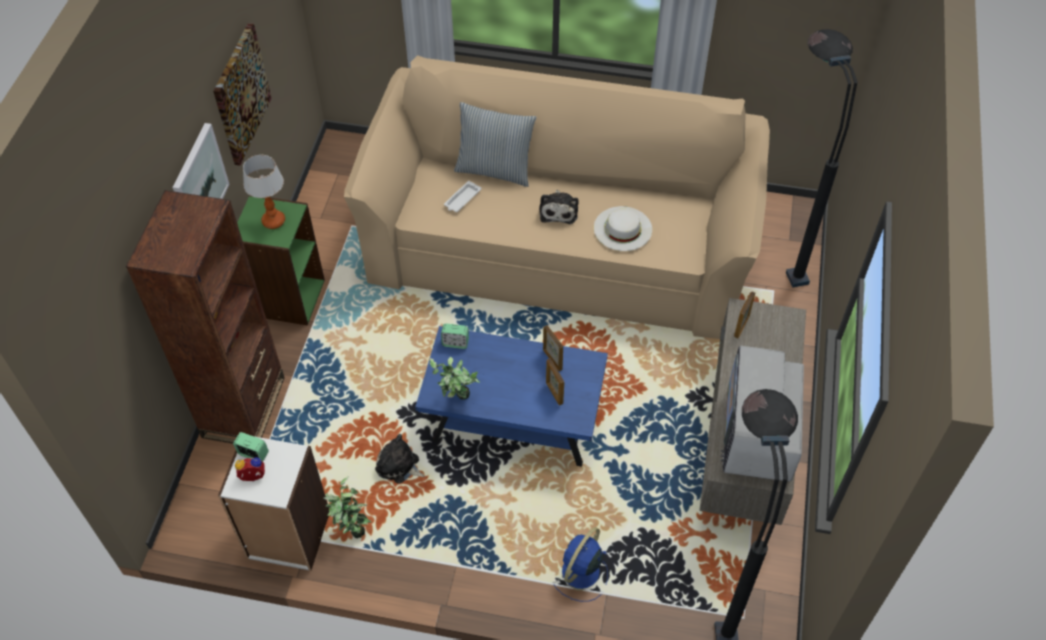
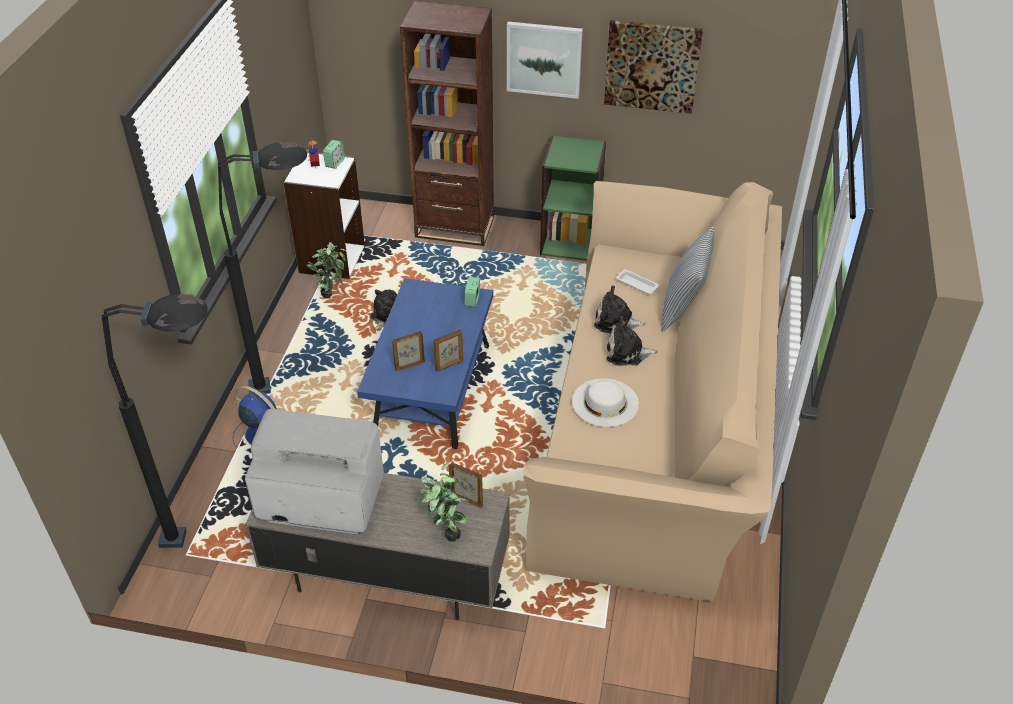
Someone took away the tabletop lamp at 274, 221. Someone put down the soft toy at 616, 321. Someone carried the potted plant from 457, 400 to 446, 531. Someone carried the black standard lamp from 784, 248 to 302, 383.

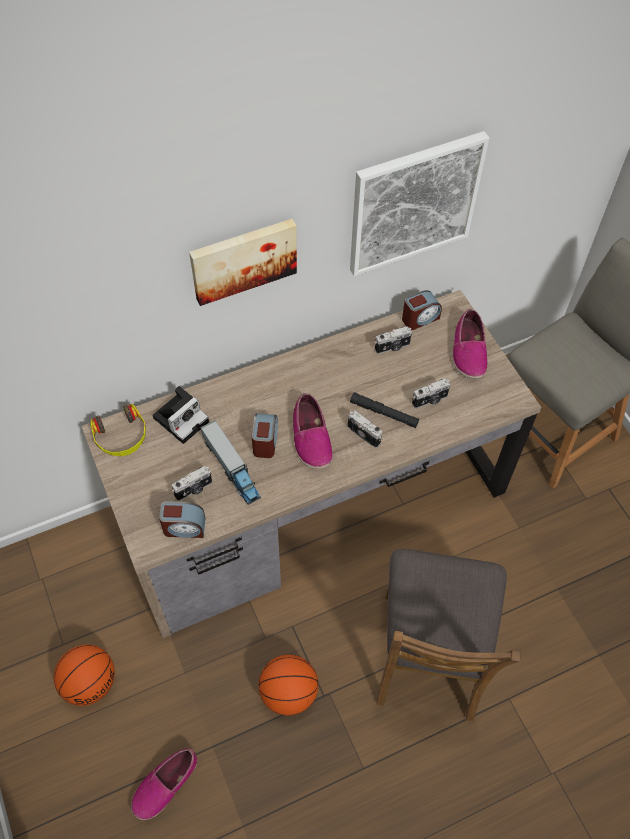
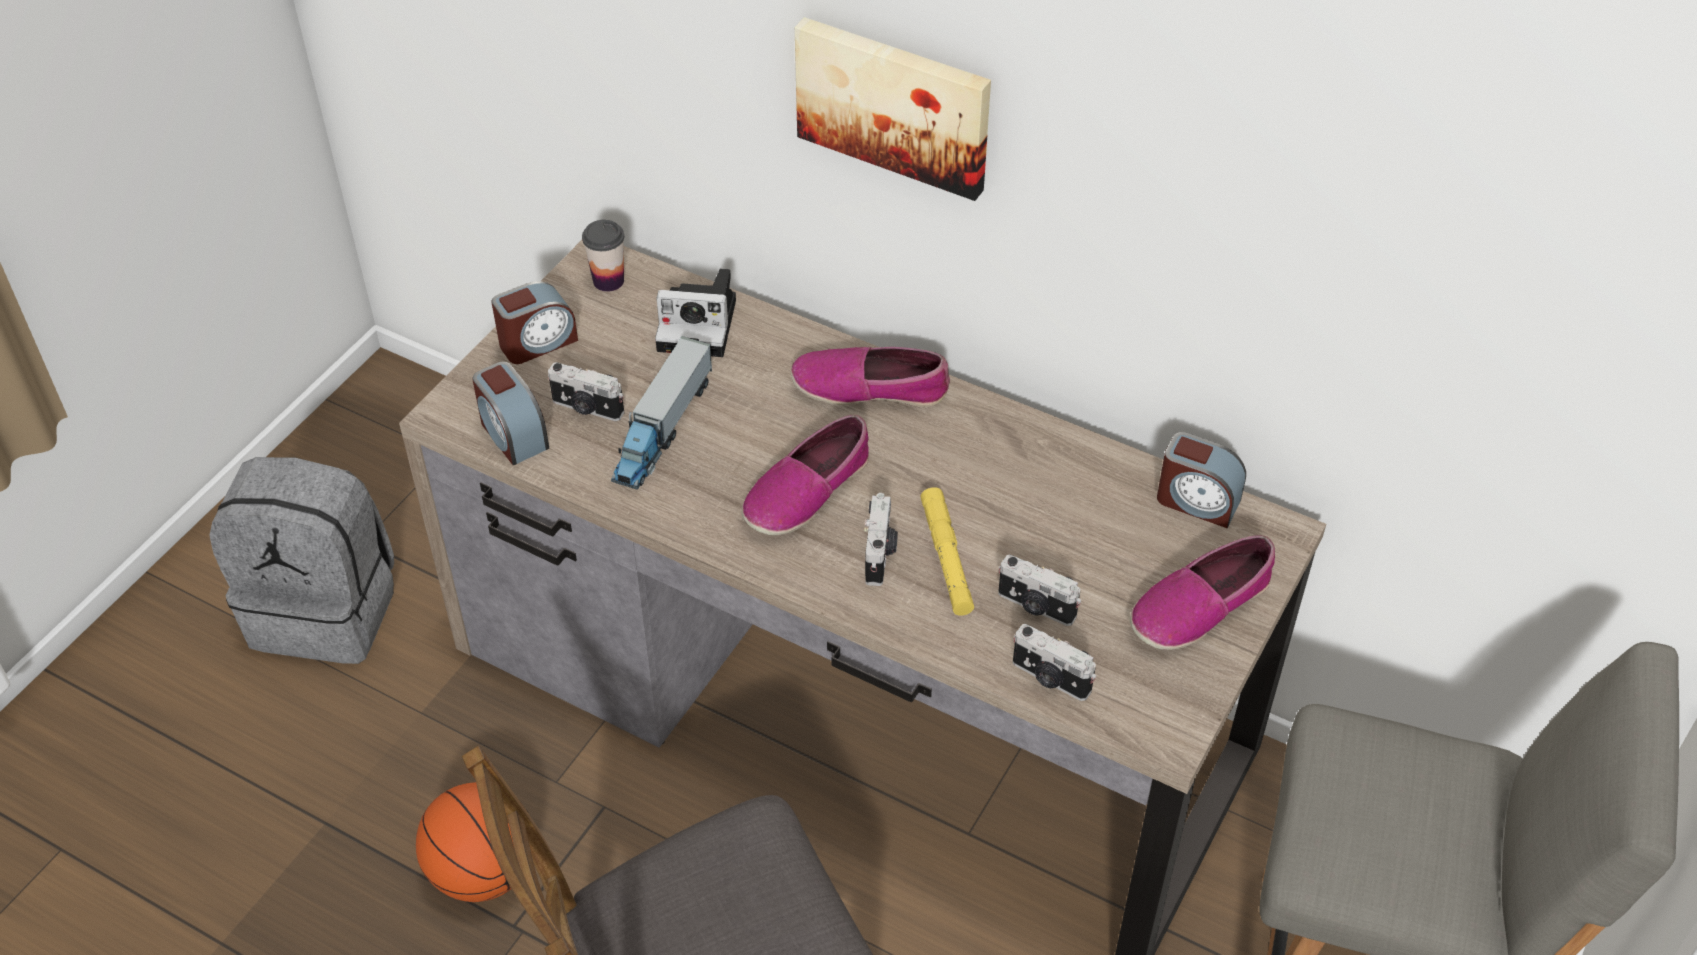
Someone took away the wall art at 413, 203. Someone carried the low shoe from 165, 783 to 870, 388. Someone carried the bedside clock from 265, 441 to 537, 342. Someone carried the still camera from 392, 347 to 1050, 679. Someone swapped the basketball ball at 90, 682 for the gray backpack at 326, 609. Someone swapped the headphones at 121, 436 for the cup at 608, 281. Someone repainted the black hand torch at 384, 413, which became the yellow hand torch at 946, 557.

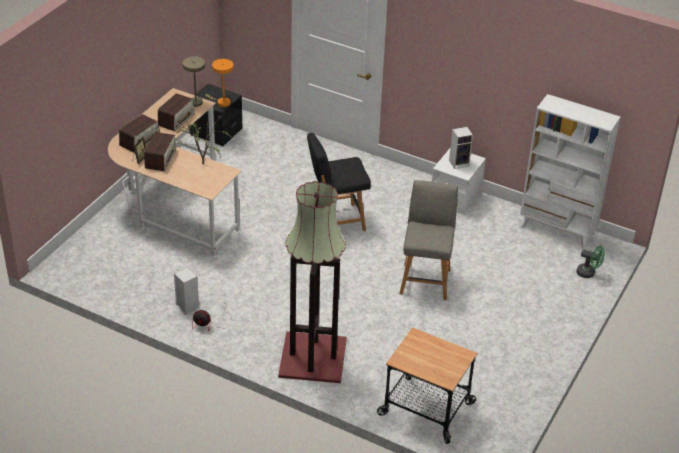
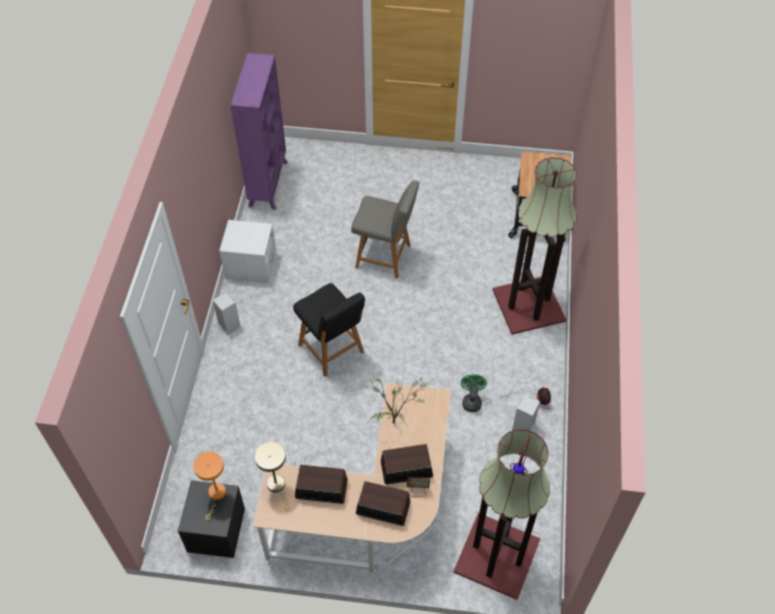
Someone put down the standard lamp at 495, 556. Someone carried the loudspeaker from 459, 163 to 228, 325. Someone carried the green cooling fan from 588, 273 to 471, 400. Someone repainted the white-coloured bookcase at 557, 230, which became the purplish bookcase at 268, 183. Someone rotated the gray upright chair at 425, 280 by 150 degrees counterclockwise.

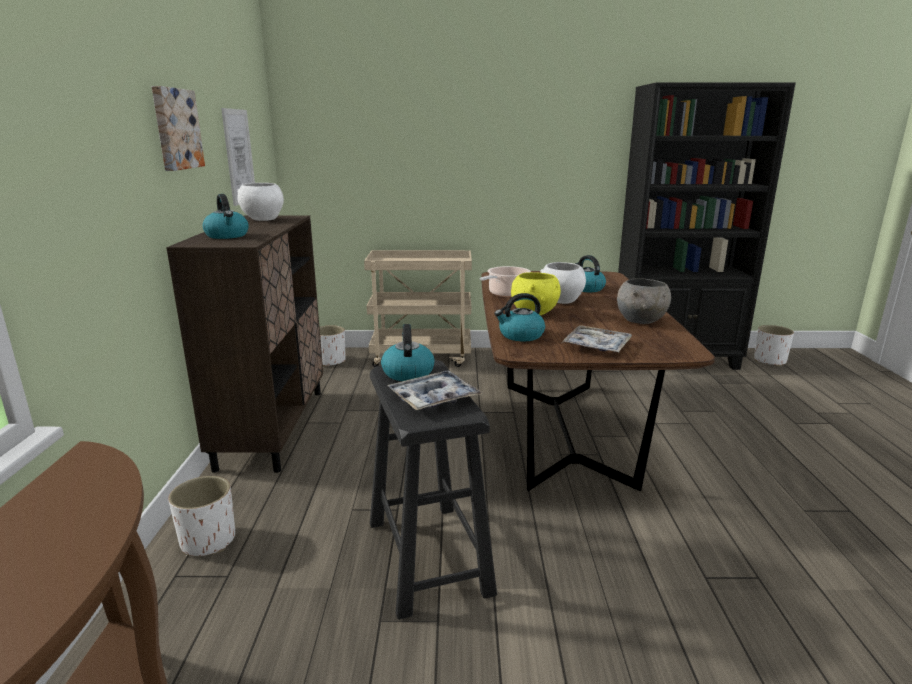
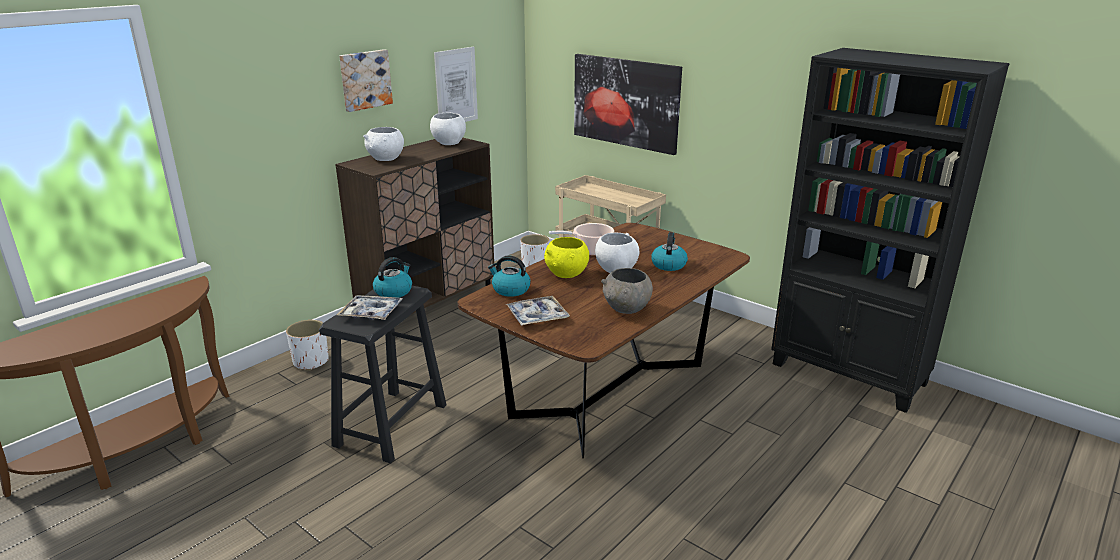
Someone took away the white-coloured flower pot at 770, 361. Someone put up the wall art at 626, 102. Someone swapped the tea kettle at 227, 236 for the white-coloured bowl at 386, 159.

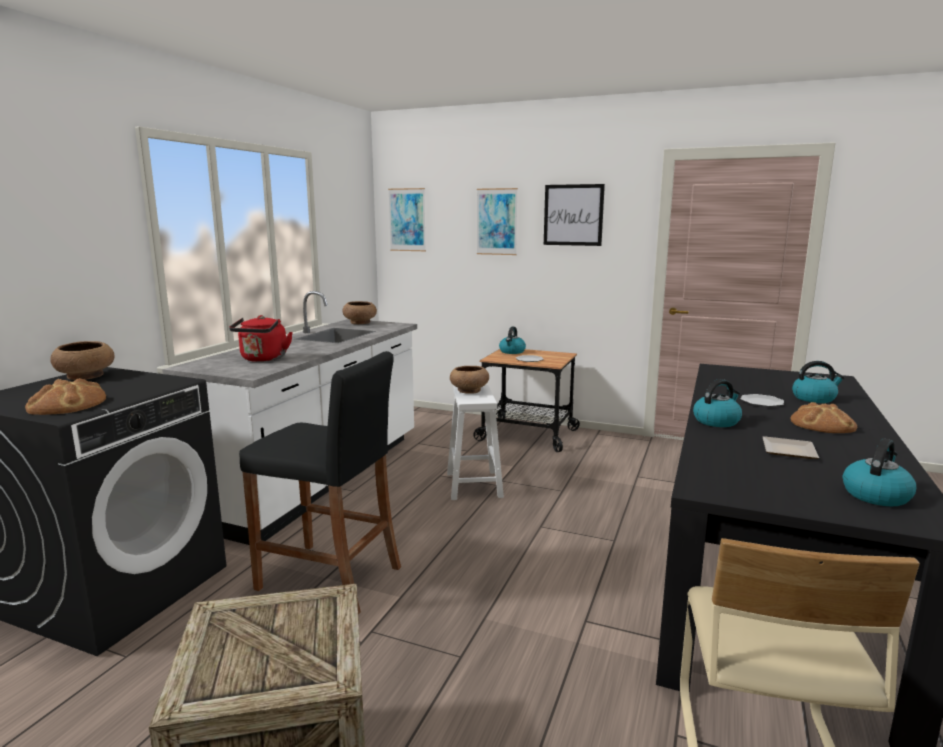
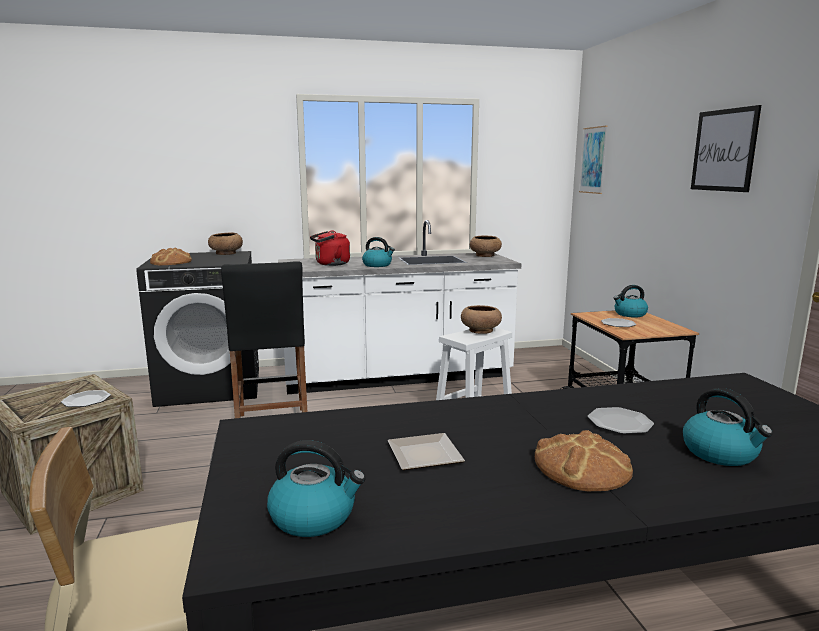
Someone took away the wall art at 496, 221. Someone put down the flat dish at 87, 400. Someone carried the tea kettle from 716, 421 to 377, 265.

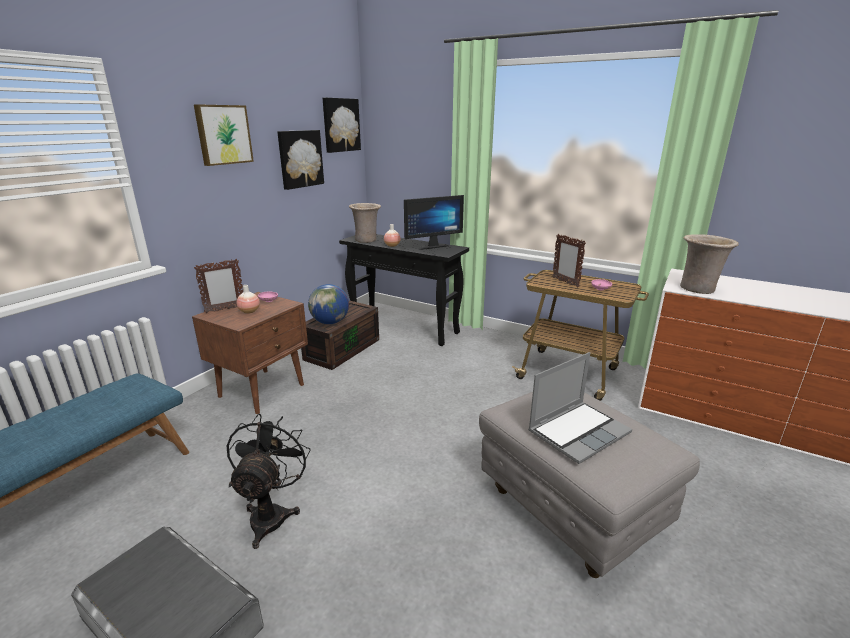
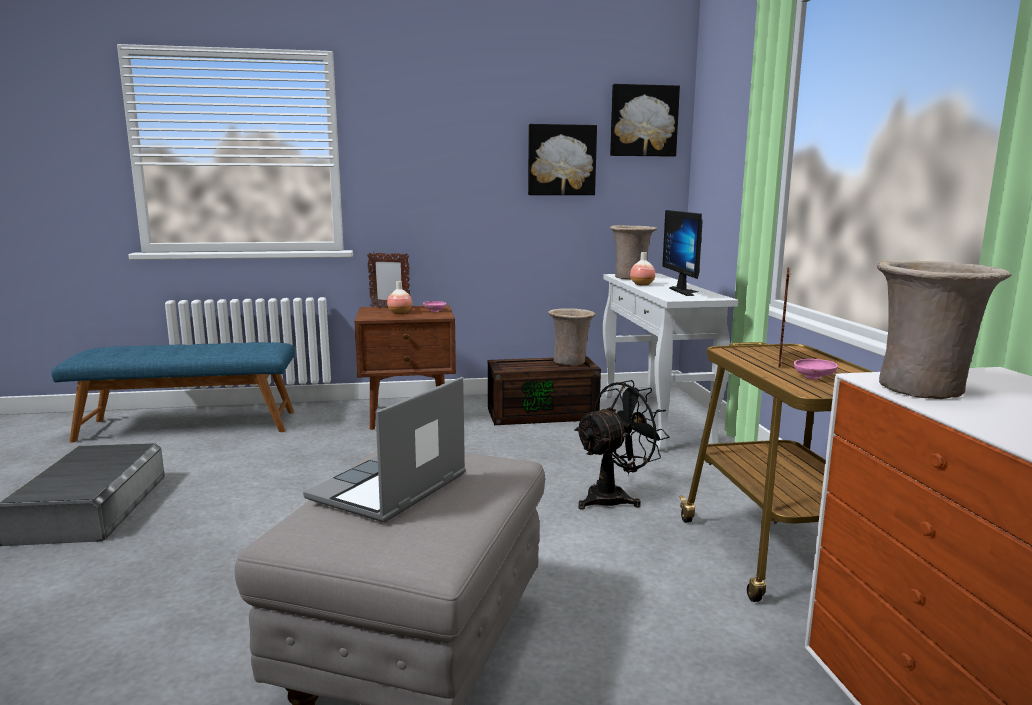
Someone took away the wall art at 223, 134. Someone took away the world globe at 330, 322. Someone put down the sand-coloured vase at 571, 362. Someone carried the black cooling fan from 272, 514 to 614, 497. Someone repainted the black hall table at 405, 327, which became the white-coloured hall table at 656, 420. Someone rotated the computer display at 431, 246 by 60 degrees clockwise. Someone rotated the portable computer at 578, 431 by 105 degrees clockwise.

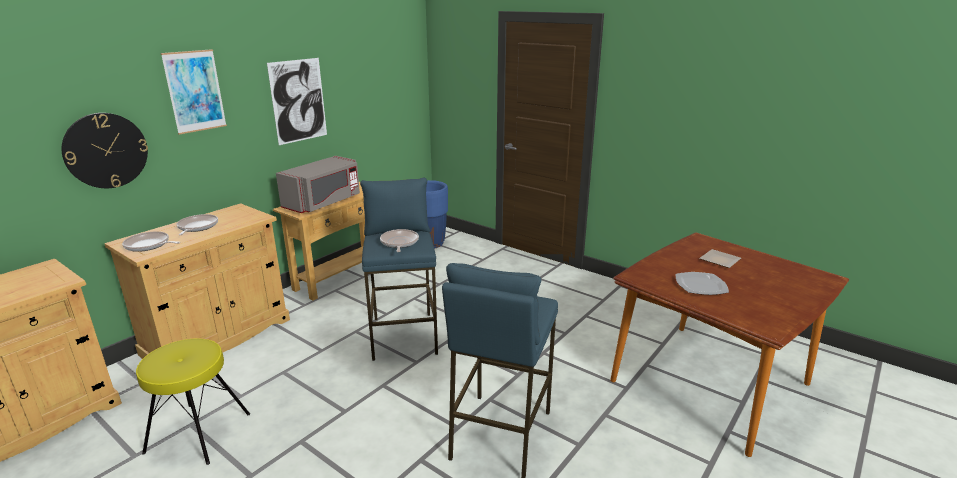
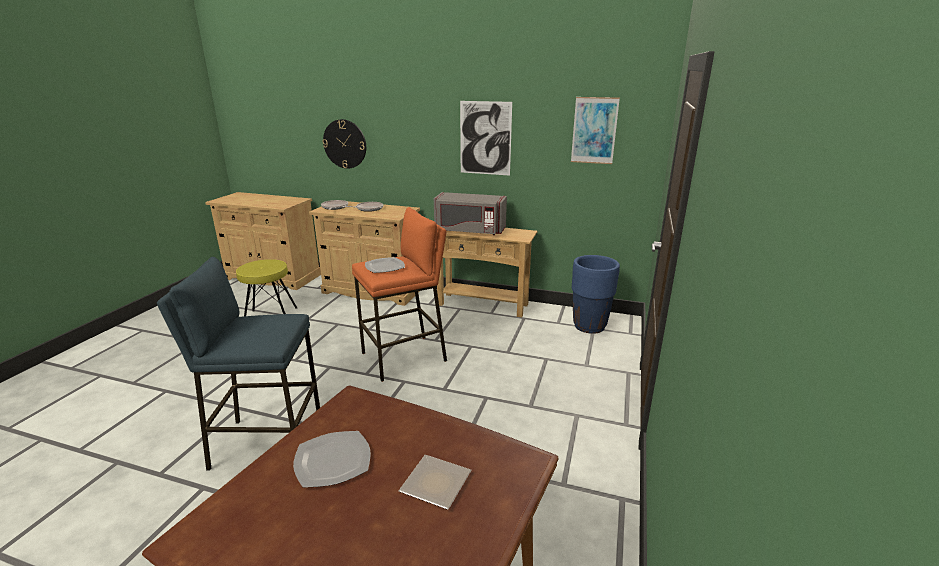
Someone carried the wall art from 195, 91 to 594, 130. Someone swapped the skillet at 399, 243 for the flat dish at 384, 267. Someone repainted the bluish sitting stool at 404, 335, which became the orange sitting stool at 405, 357.

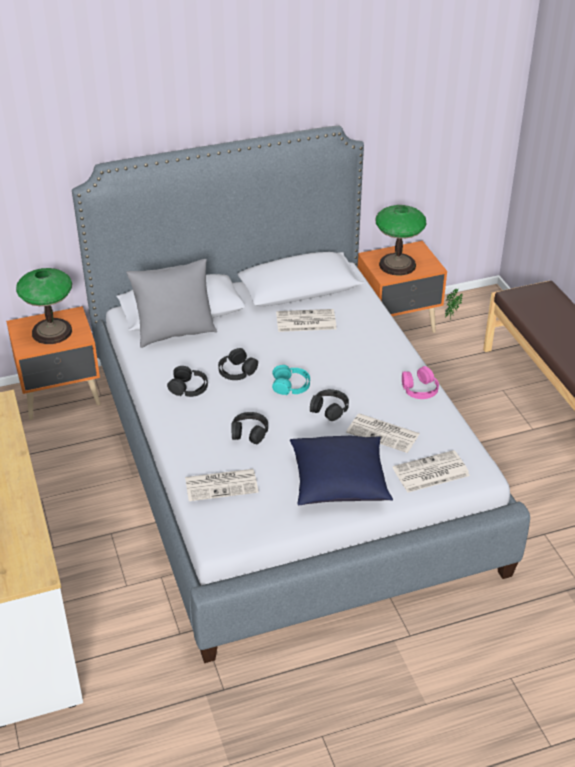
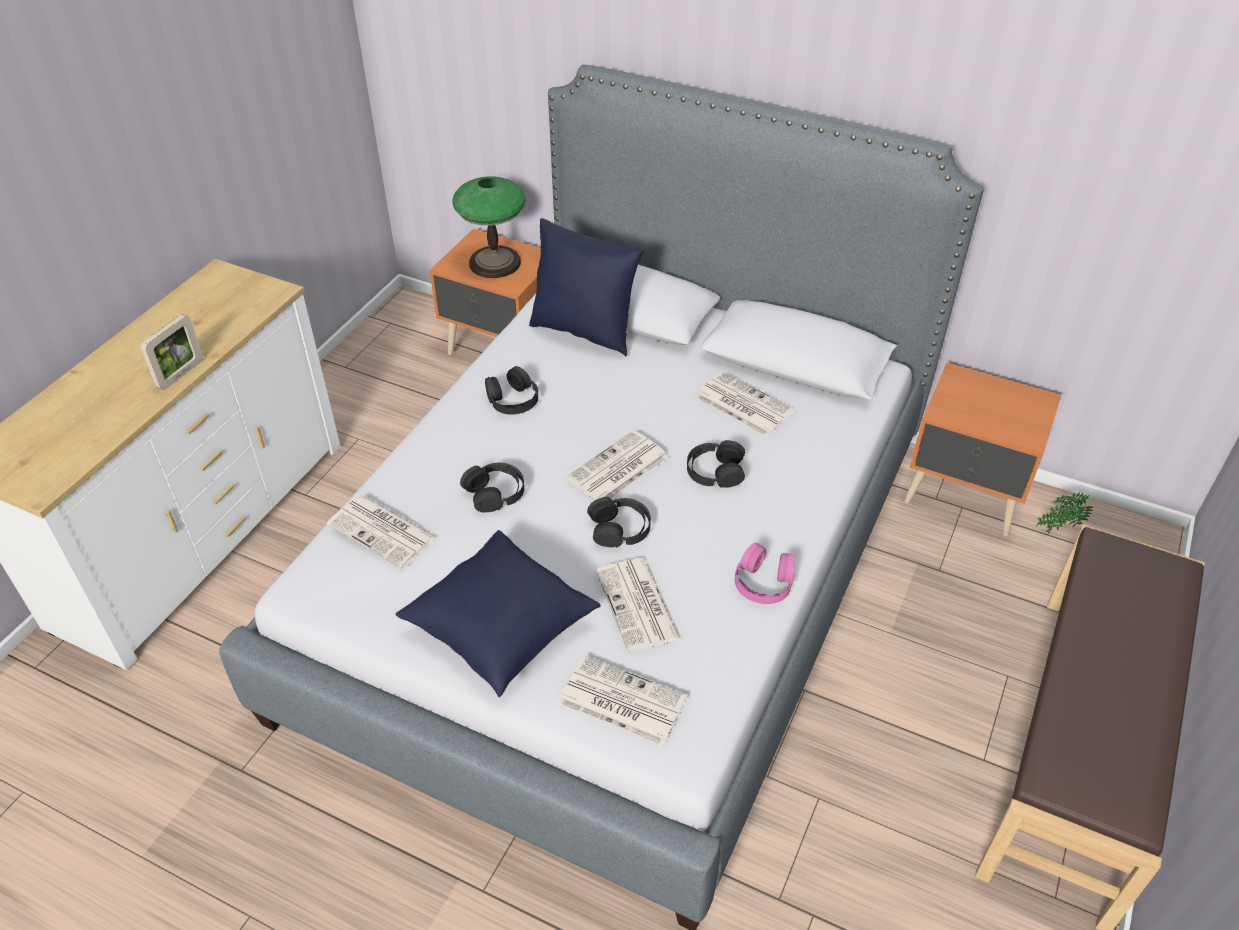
Someone took away the tabletop lamp at 397, 265. Someone put down the photo frame at 181, 374. Someone carried the black headphones from 237, 370 to 715, 471. Someone swapped the turquoise-coloured headphones at 291, 385 for the daily paper at 617, 469. Someone repainted the gray throw pillow at 175, 333, which became the bluish throw pillow at 584, 331.

